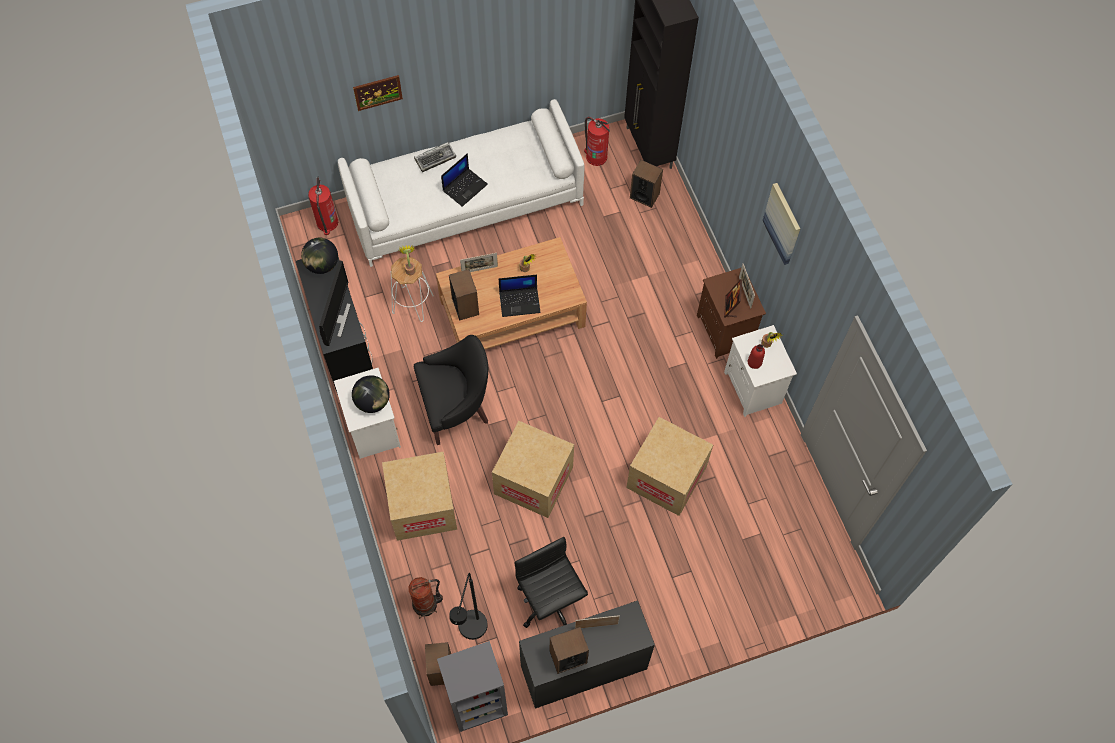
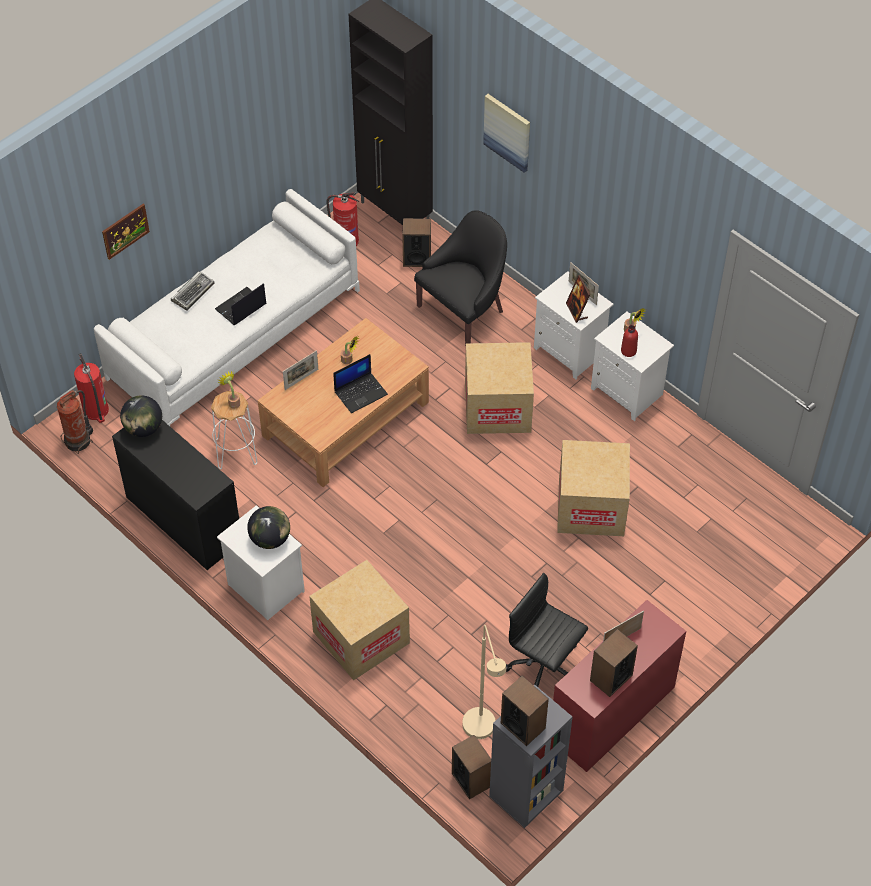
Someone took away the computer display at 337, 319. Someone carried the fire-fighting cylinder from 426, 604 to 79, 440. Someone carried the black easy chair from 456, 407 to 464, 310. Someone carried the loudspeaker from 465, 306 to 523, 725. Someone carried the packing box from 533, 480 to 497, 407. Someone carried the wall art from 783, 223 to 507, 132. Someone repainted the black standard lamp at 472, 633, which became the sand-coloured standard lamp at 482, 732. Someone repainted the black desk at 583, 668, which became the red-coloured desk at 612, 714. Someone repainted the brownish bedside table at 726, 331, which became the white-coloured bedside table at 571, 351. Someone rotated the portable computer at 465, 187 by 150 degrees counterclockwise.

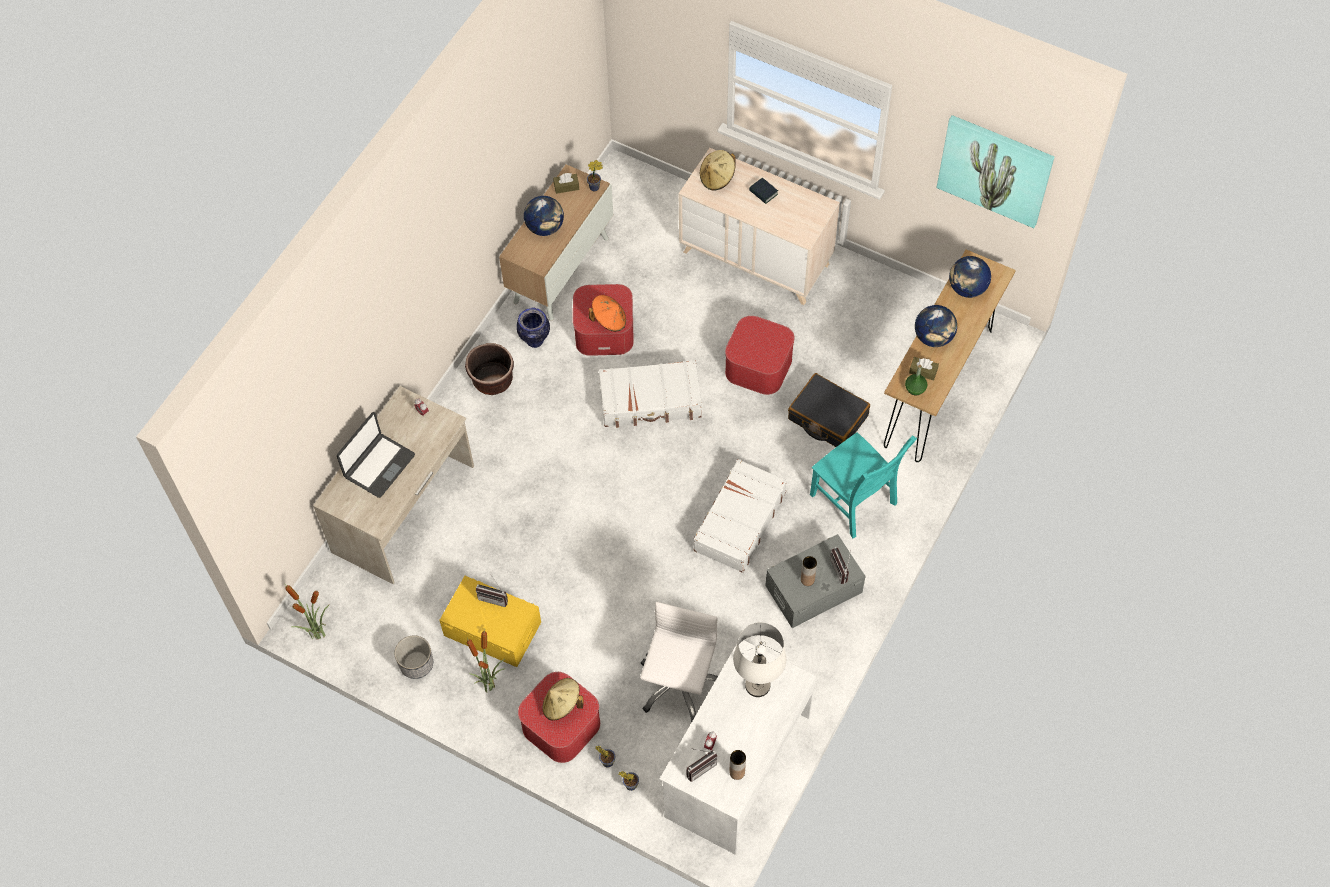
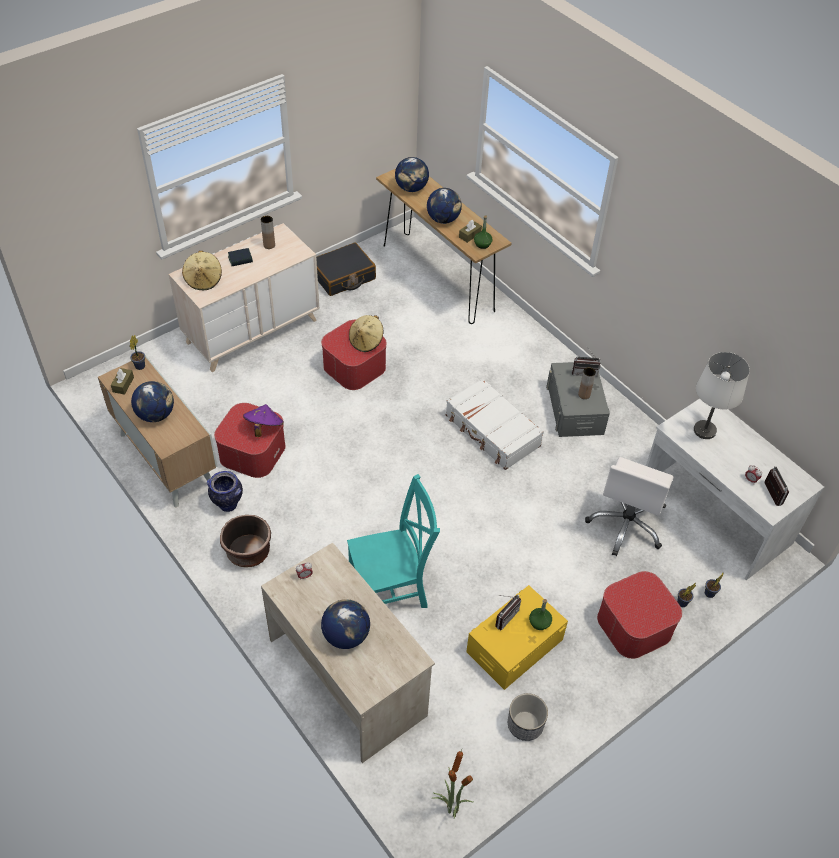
Someone took away the potted plant at 490, 685. Someone took away the white-coloured travel case at 651, 401. Someone took away the wall art at 995, 169. Someone put down the green beverage bottle at 539, 622. Someone carried the sand-coloured hat from 562, 705 to 366, 341. Someone carried the brownish vase from 737, 772 to 269, 245. Someone carried the black travel case from 827, 418 to 343, 276. Someone carried the turquoise-coloured upright chair from 855, 502 to 391, 589. Someone swapped the portable computer at 379, 465 for the world globe at 346, 635. Someone repainted the orange hat at 609, 320, which became the purplish hat at 264, 427. Someone rotated the white-coloured desk chair at 679, 684 by 105 degrees counterclockwise.

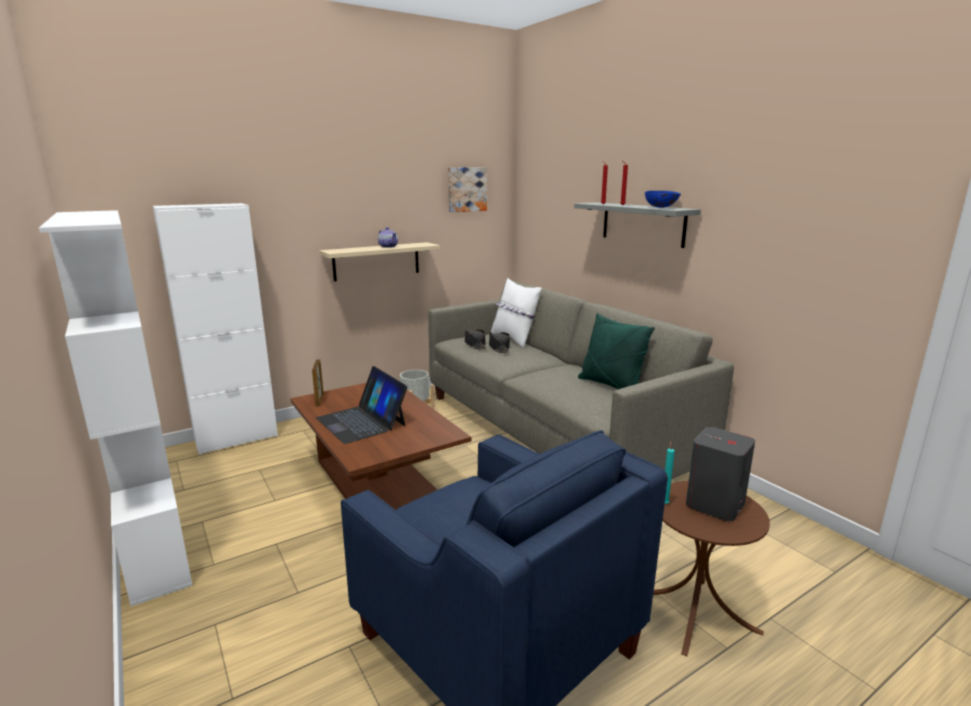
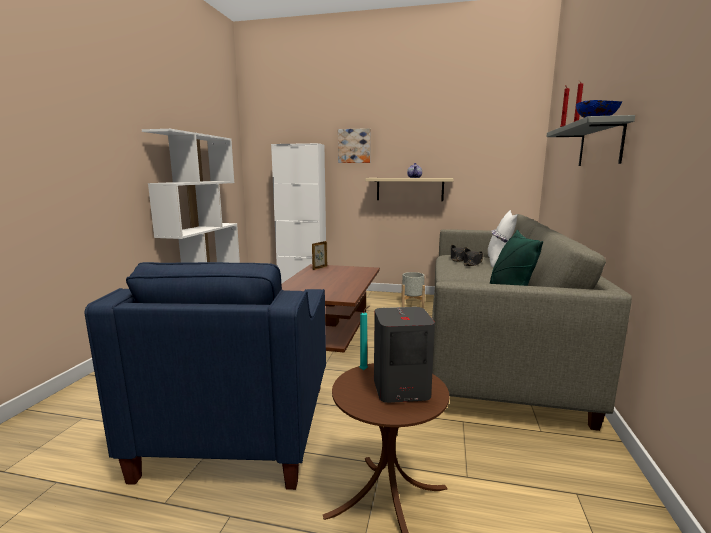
Someone took away the portable computer at 362, 421. Someone carried the wall art from 466, 189 to 354, 146.

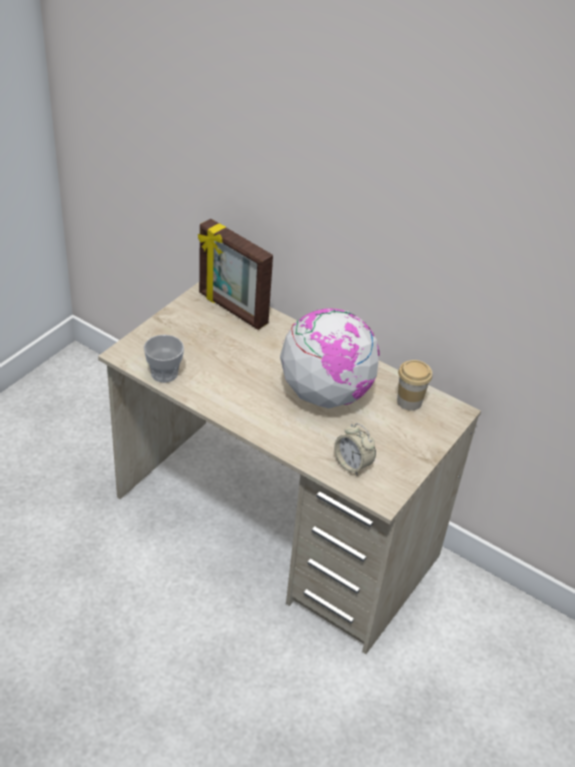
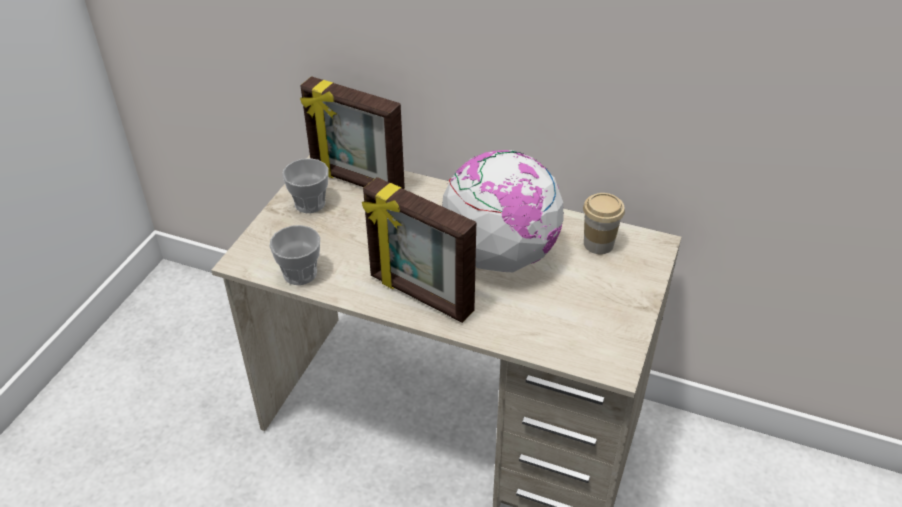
Someone took away the bedside clock at 352, 464. Someone put down the cup at 310, 203. Someone put down the photo frame at 420, 295.

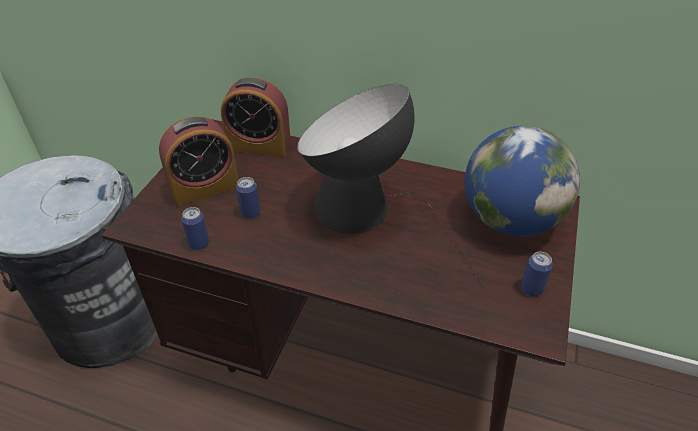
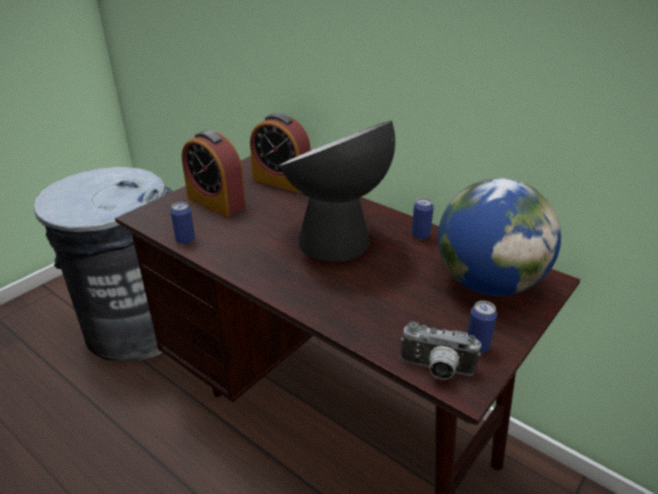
Someone put down the still camera at 436, 370. Someone carried the can from 250, 213 to 420, 235. Someone rotated the bedside clock at 204, 188 by 45 degrees clockwise.

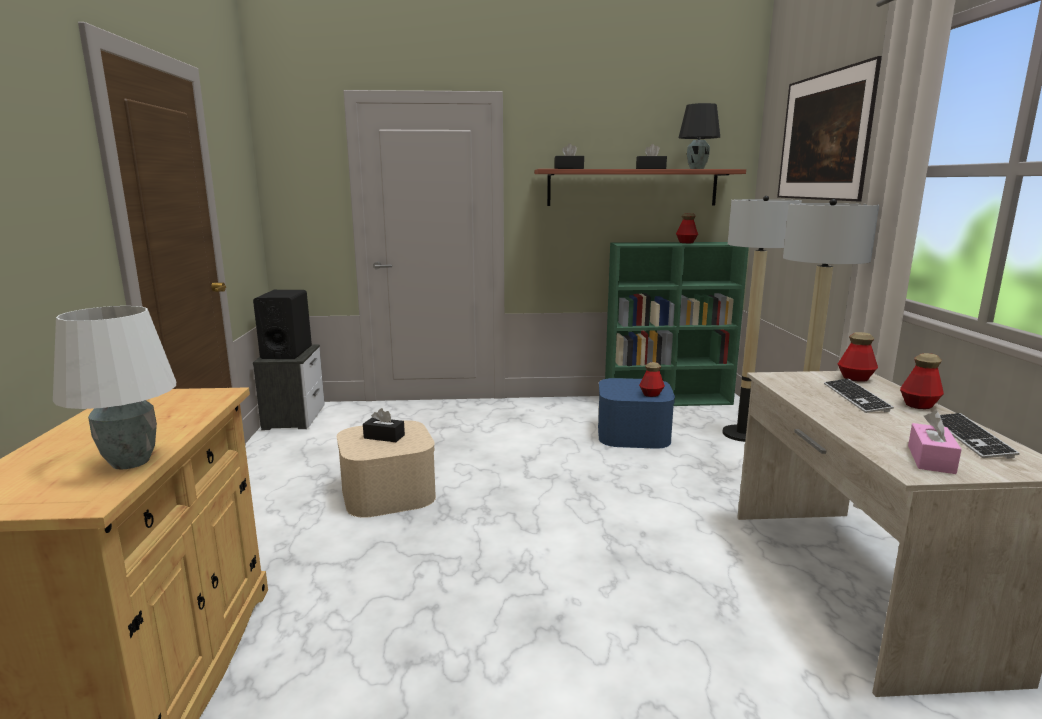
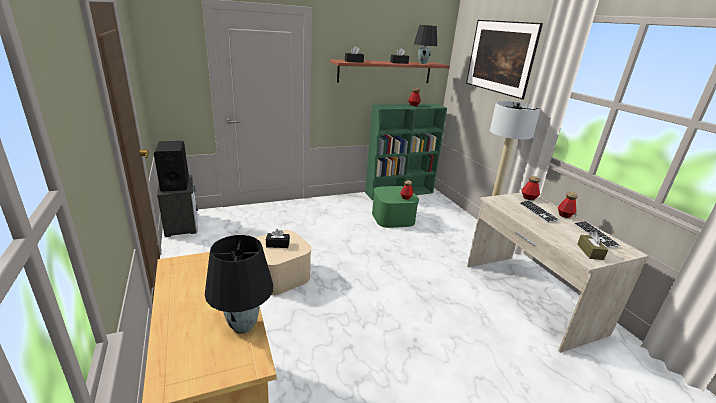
Someone took away the standard lamp at 742, 434. Someone repainted the white-coloured tabletop lamp at 129, 462, which became the black tabletop lamp at 242, 326. Someone repainted the bluish storage bin at 633, 433, which became the green storage bin at 392, 217. Someone repainted the pink tissue holder at 931, 459, which became the brownish tissue holder at 590, 252.

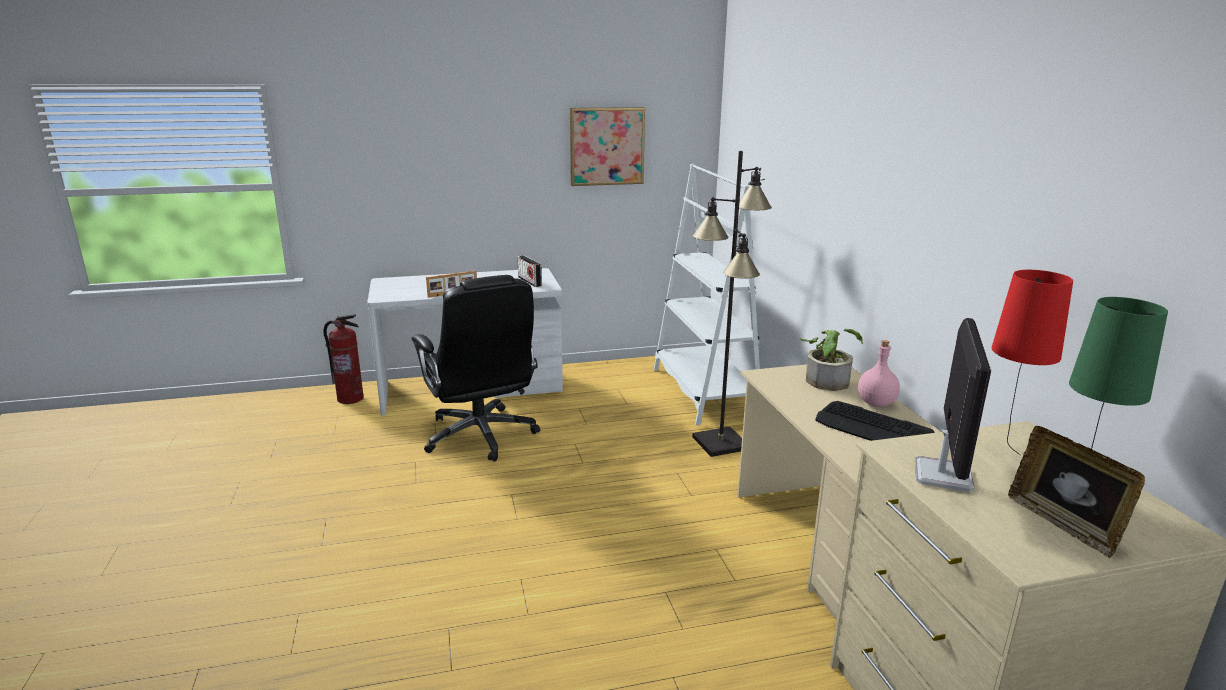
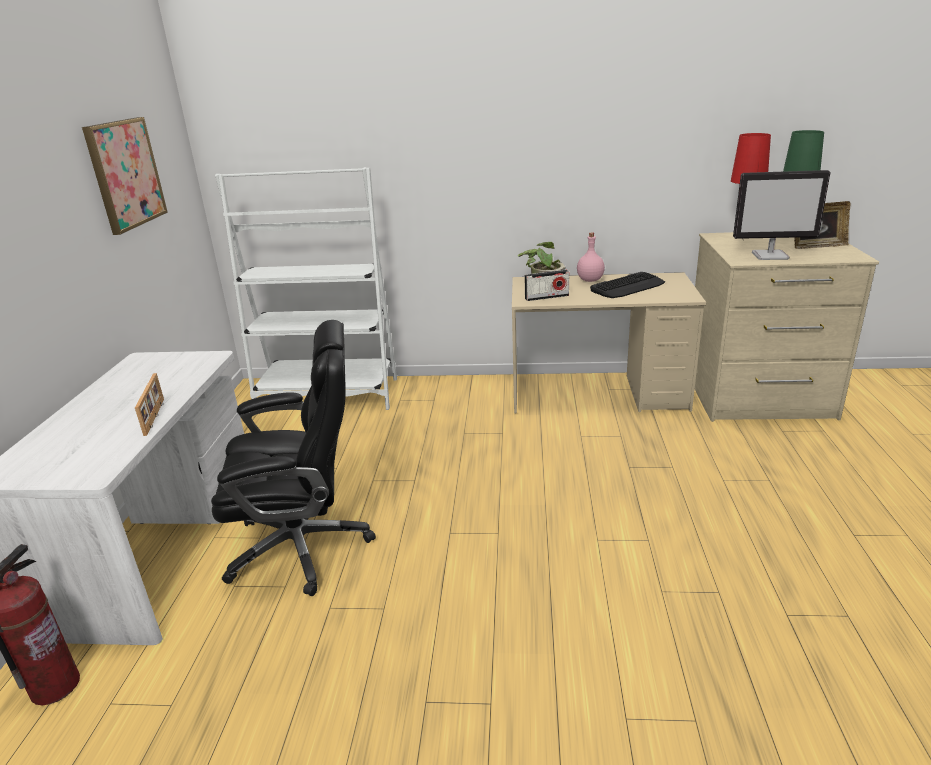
Someone took away the black standard lamp at 721, 443. Someone carried the radio receiver from 529, 281 to 546, 297. Someone rotated the computer display at 942, 474 by 150 degrees clockwise.

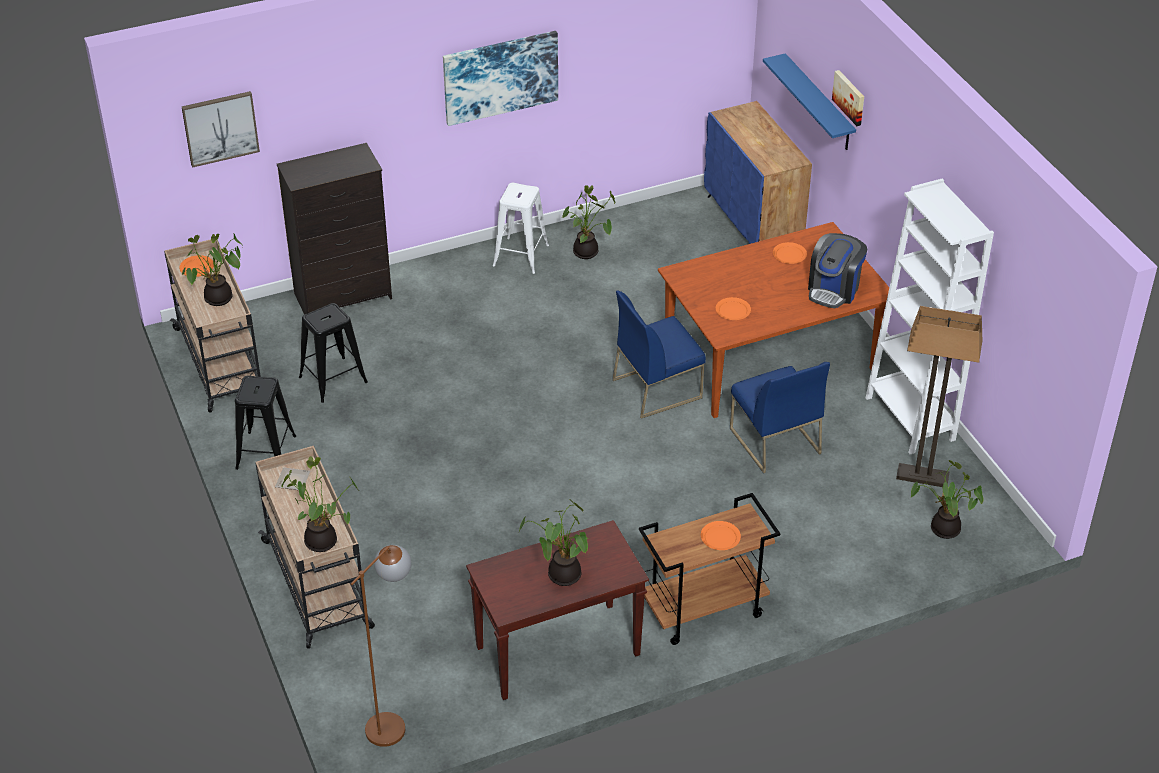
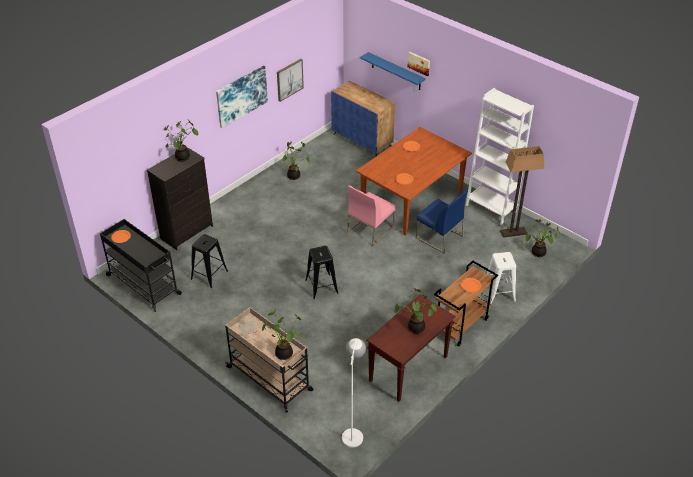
Someone took away the coffee brewer at 834, 289. Someone carried the wall art from 220, 128 to 289, 79. Someone carried the potted plant from 218, 300 to 183, 158. Someone carried the black sitting stool from 266, 452 to 321, 286. Someone carried the white-coloured sitting stool from 521, 255 to 498, 292. Someone repainted the sand-coloured trolley at 221, 363, which became the black trolley at 144, 285. Someone repainted the brownish standard lamp at 394, 720, which became the white-coloured standard lamp at 353, 431. Someone repainted the bluish upright chair at 657, 388, which became the pink upright chair at 370, 229.

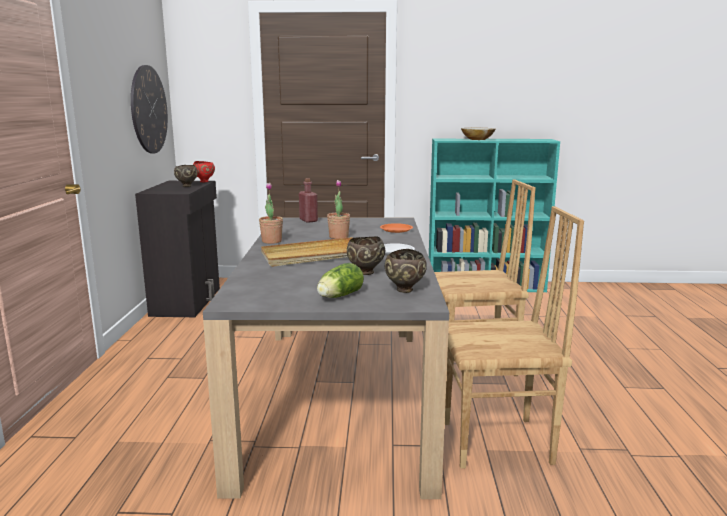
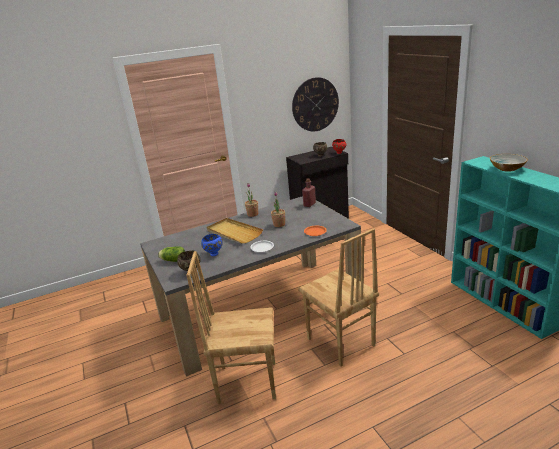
Someone repainted the brownish bowl at 365, 273, which became the bluish bowl at 213, 254. Someone rotated the brownish upright chair at 498, 443 by 120 degrees clockwise.

